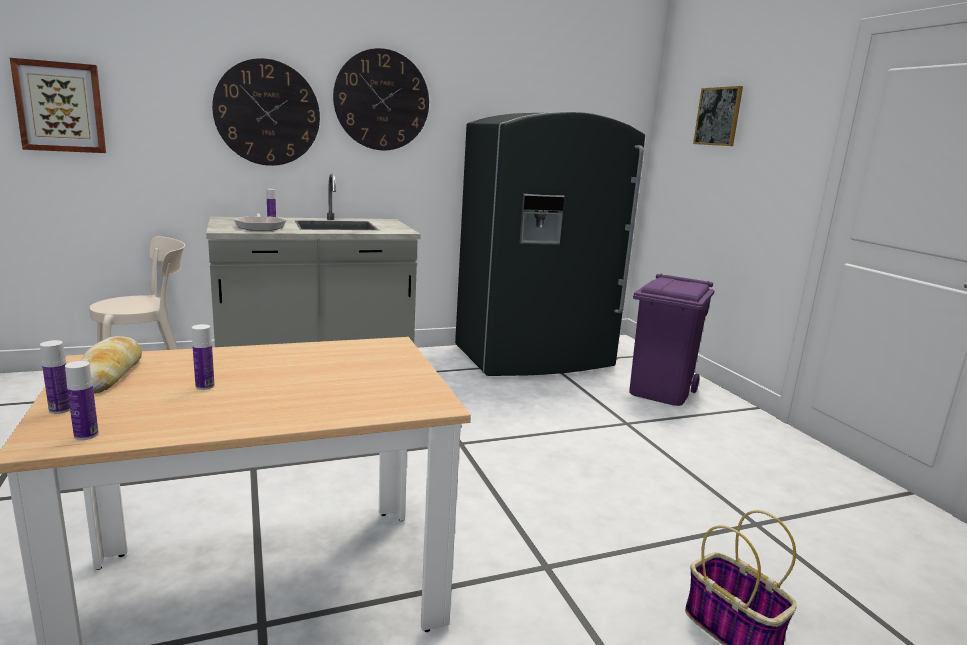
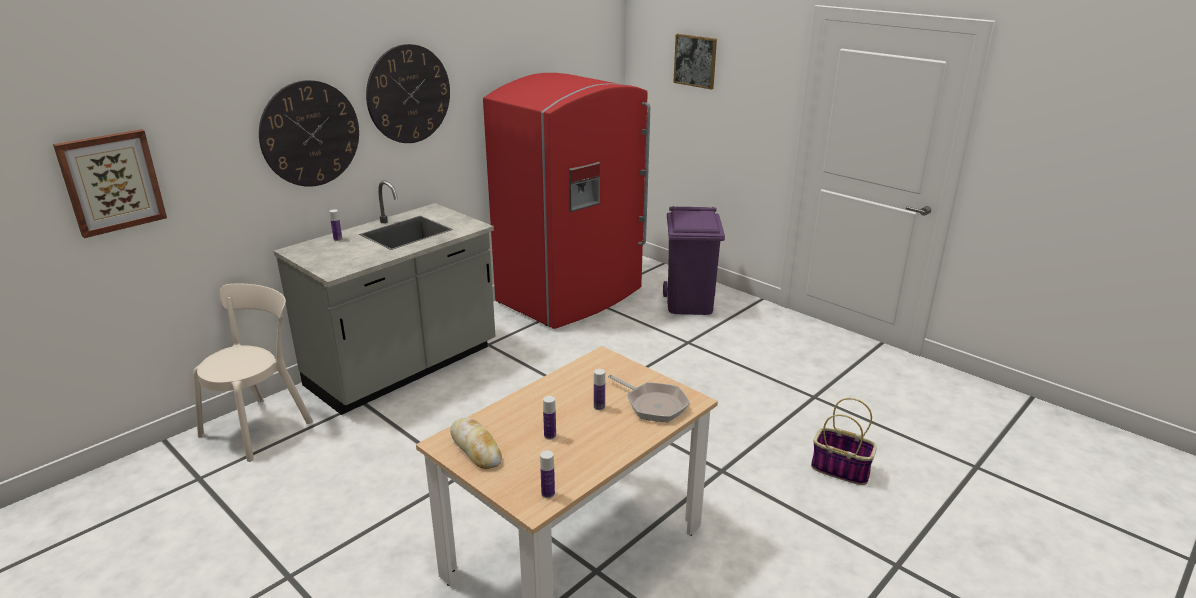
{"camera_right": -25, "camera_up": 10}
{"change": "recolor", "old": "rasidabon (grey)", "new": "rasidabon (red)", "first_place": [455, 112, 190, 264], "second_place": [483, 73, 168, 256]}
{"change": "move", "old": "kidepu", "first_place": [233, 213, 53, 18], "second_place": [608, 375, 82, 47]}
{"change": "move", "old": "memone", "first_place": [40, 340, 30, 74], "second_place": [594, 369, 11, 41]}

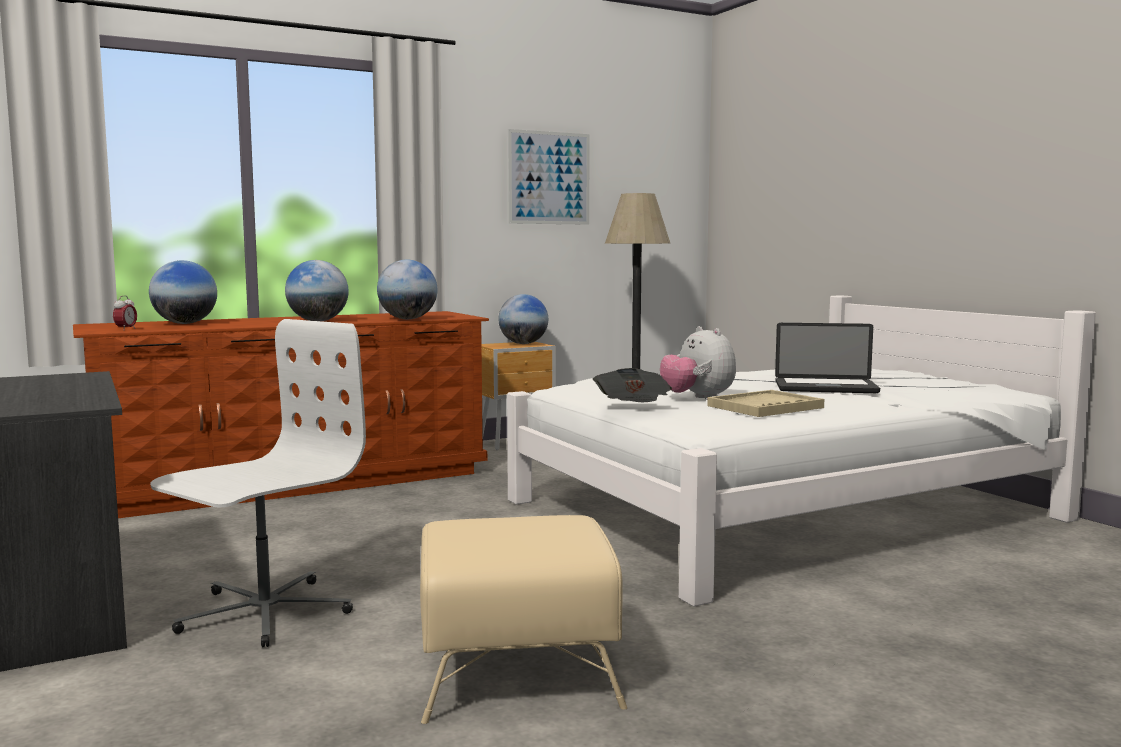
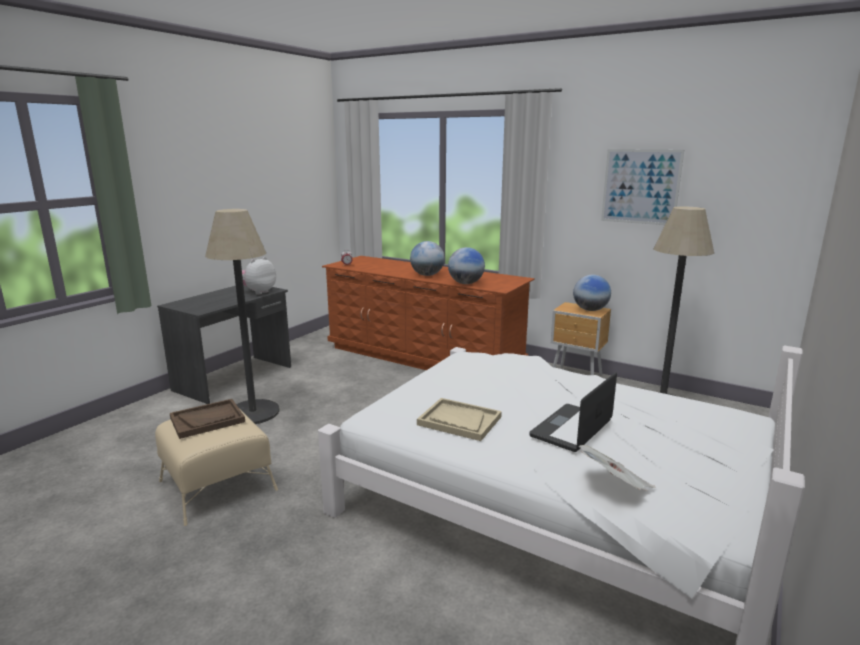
{"camera_right": 60, "camera_up": 10}
{"change": "delete", "old": "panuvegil", "first_place": [149, 260, 68, 64]}
{"change": "replace", "old": "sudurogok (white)", "new": "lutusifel", "first_place": [150, 319, 216, 328], "second_place": [205, 209, 75, 215]}
{"change": "rotate", "old": "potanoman", "first_place": [775, 323, 105, 70], "second_place": [529, 372, 88, 80], "degrees": 60}
{"change": "move", "old": "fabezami", "first_place": [660, 326, 76, 74], "second_place": [242, 257, 34, 38]}
{"change": "move", "old": "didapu", "first_place": [592, 368, 80, 34], "second_place": [579, 445, 77, 46]}
{"change": "insert", "new": "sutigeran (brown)", "second_place": [170, 399, 75, 40]}

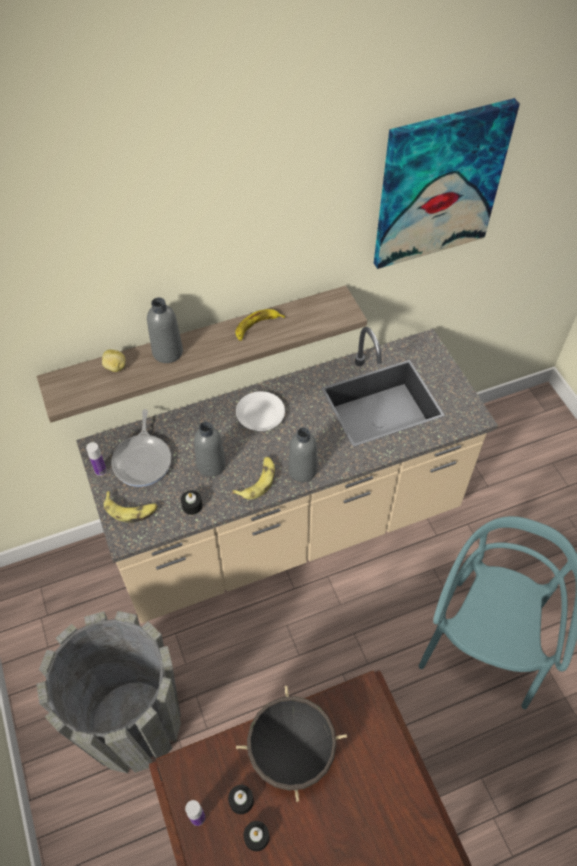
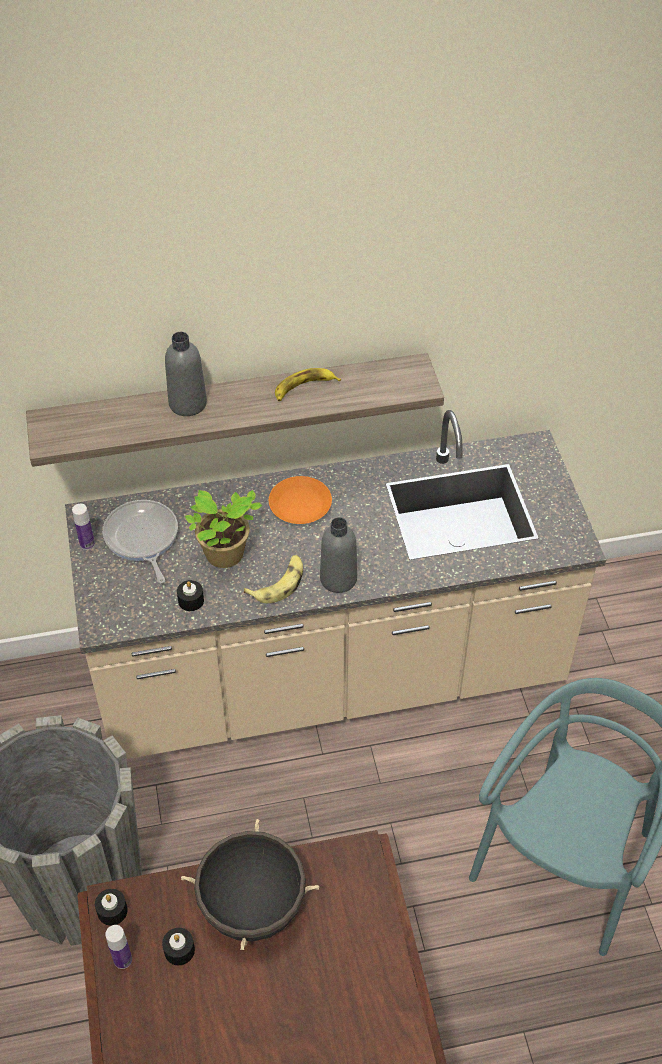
{"camera_right": 10, "camera_up": -5}
{"change": "delete", "old": "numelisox", "first_place": [374, 98, 146, 171]}
{"change": "delete", "old": "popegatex", "first_place": [102, 350, 23, 22]}
{"change": "recolor", "old": "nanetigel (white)", "new": "nanetigel (orange)", "first_place": [236, 391, 49, 40], "second_place": [269, 476, 63, 48]}
{"change": "rotate", "old": "kidepu", "first_place": [111, 409, 60, 78], "second_place": [103, 500, 75, 83], "degrees": 150}
{"change": "replace", "old": "memone (grey)", "new": "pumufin", "first_place": [194, 422, 32, 55], "second_place": [185, 490, 77, 78]}
{"change": "delete", "old": "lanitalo", "first_place": [104, 491, 53, 32]}
{"change": "move", "old": "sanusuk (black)", "first_place": [244, 821, 25, 30], "second_place": [95, 889, 33, 37]}

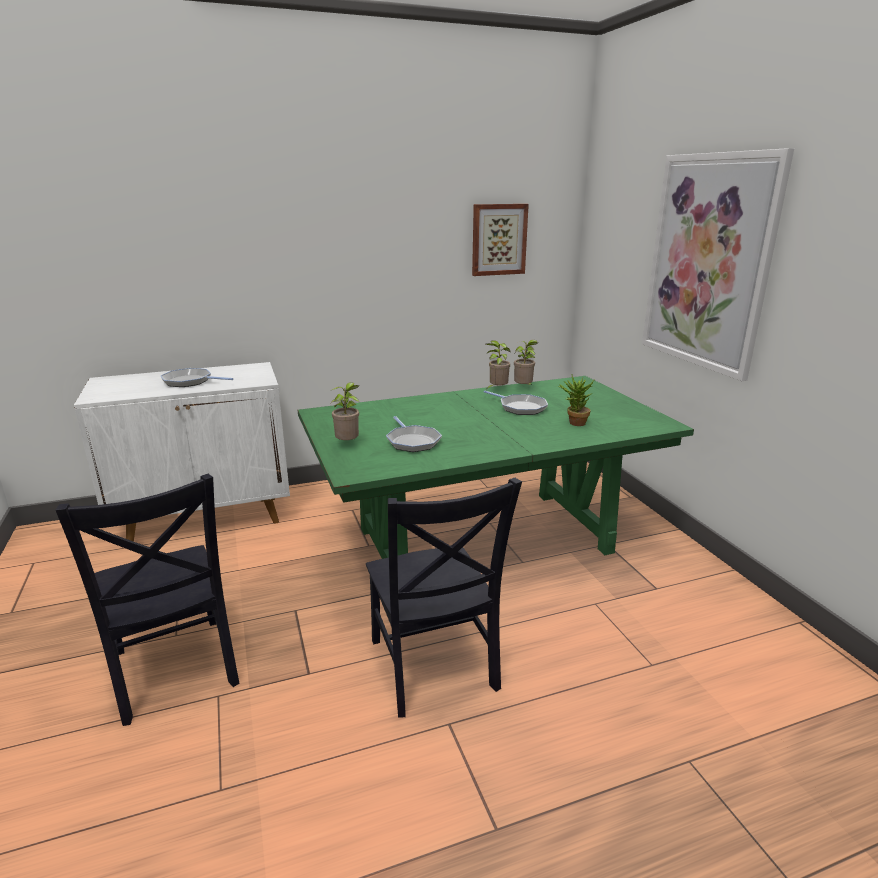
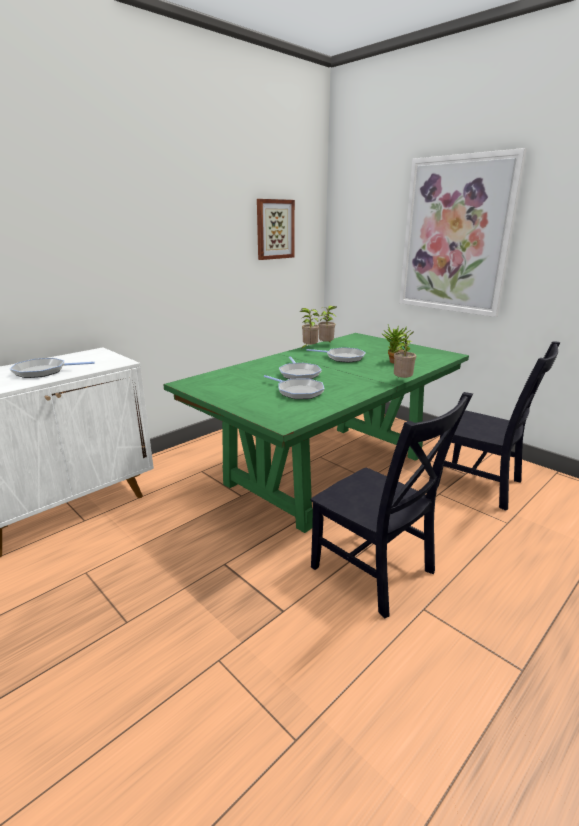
{"camera_right": -25, "camera_up": 0}
{"change": "move", "old": "pumufin", "first_place": [331, 382, 29, 58], "second_place": [394, 331, 22, 47]}
{"change": "move", "old": "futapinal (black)", "first_place": [56, 474, 183, 252], "second_place": [437, 341, 123, 170]}
{"change": "insert", "new": "kidepu", "second_place": [279, 357, 43, 22]}

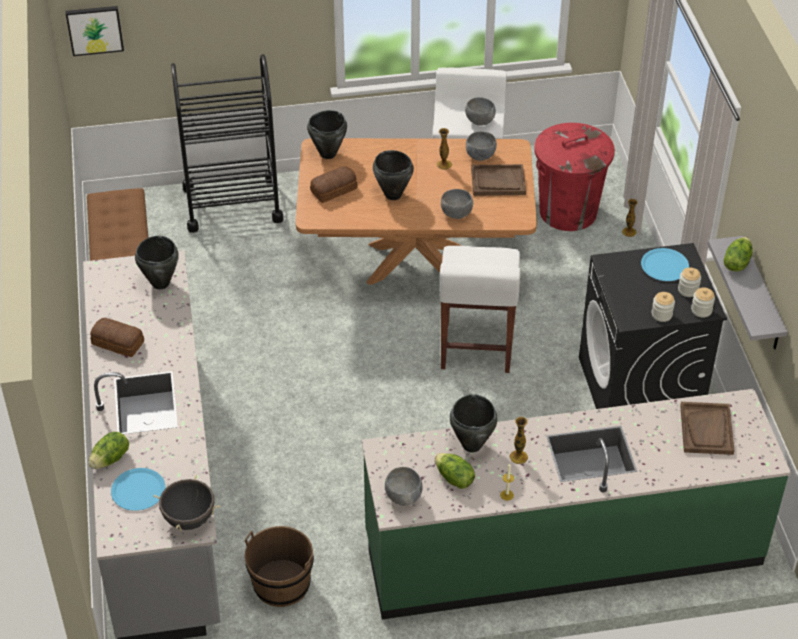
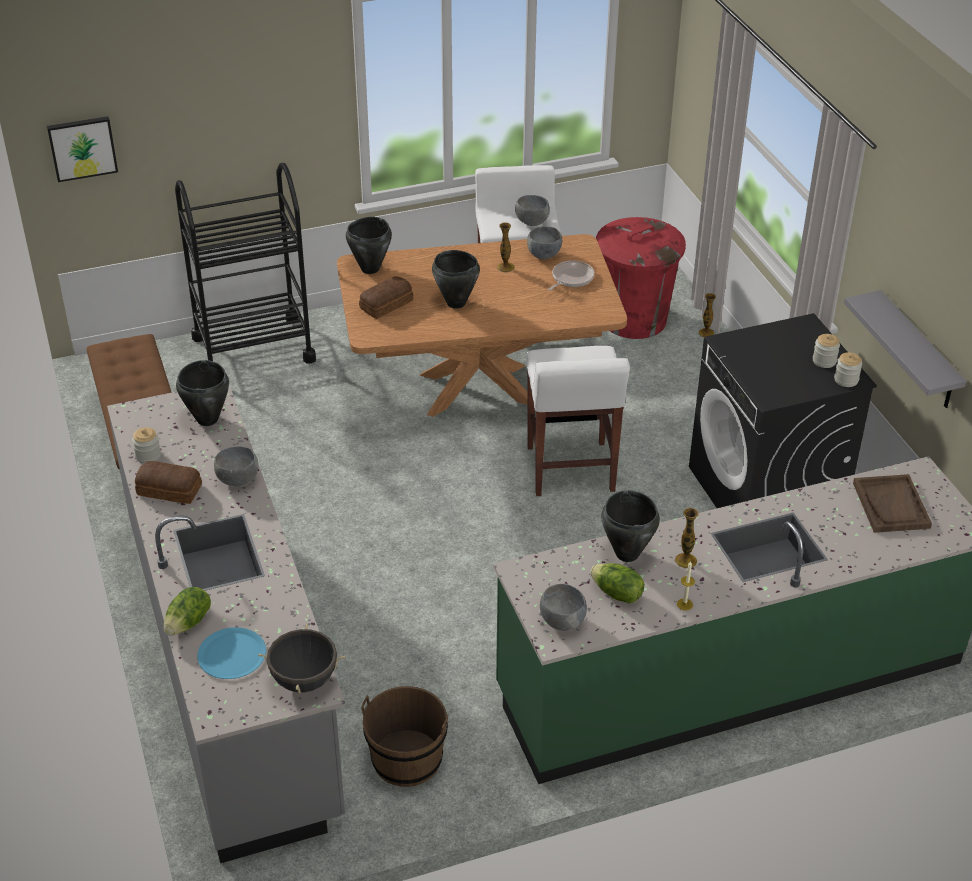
{"camera_right": -10, "camera_up": -5}
{"change": "replace", "old": "sutigeran (brown)", "new": "kidepu", "first_place": [471, 164, 55, 32], "second_place": [548, 260, 47, 31]}
{"change": "move", "old": "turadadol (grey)", "first_place": [441, 189, 32, 30], "second_place": [214, 446, 45, 40]}
{"change": "delete", "old": "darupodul", "first_place": [724, 237, 29, 35]}
{"change": "delete", "old": "nanetigel (blue)", "first_place": [641, 248, 48, 33]}
{"change": "move", "old": "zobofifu", "first_place": [651, 292, 24, 30], "second_place": [132, 427, 29, 37]}

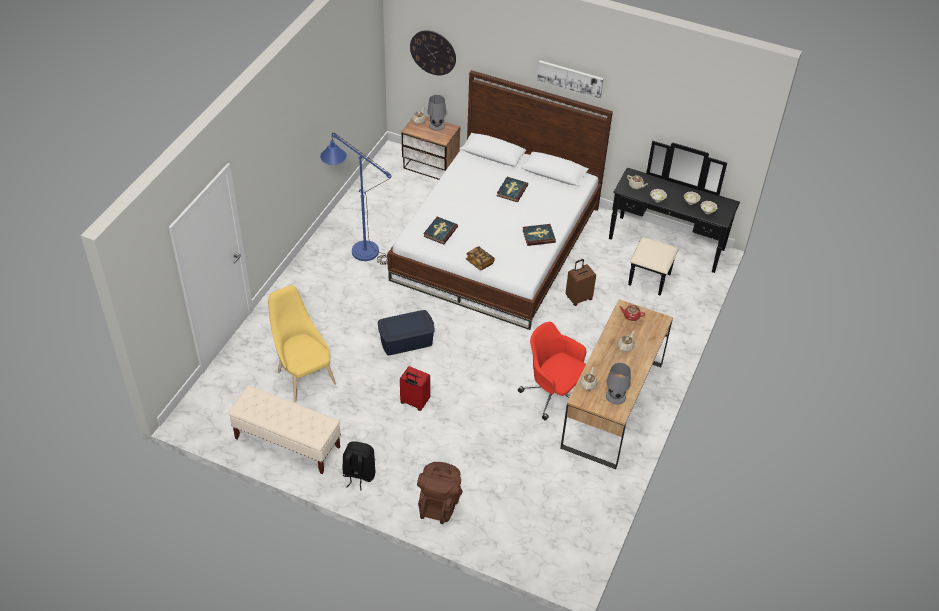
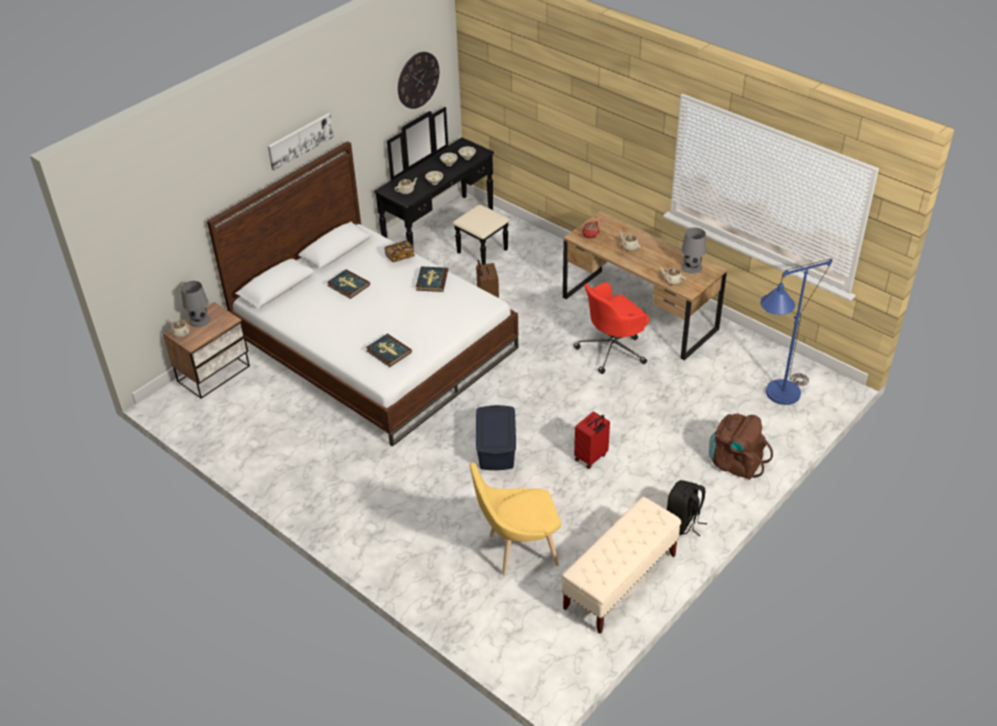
{"camera_right": -70, "camera_up": -5}
{"change": "move", "old": "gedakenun", "first_place": [410, 30, 46, 45], "second_place": [398, 52, 41, 57]}
{"change": "move", "old": "lutusifel (blue)", "first_place": [320, 133, 71, 132], "second_place": [760, 259, 72, 146]}
{"change": "move", "old": "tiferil", "first_place": [466, 246, 29, 24], "second_place": [384, 240, 31, 22]}

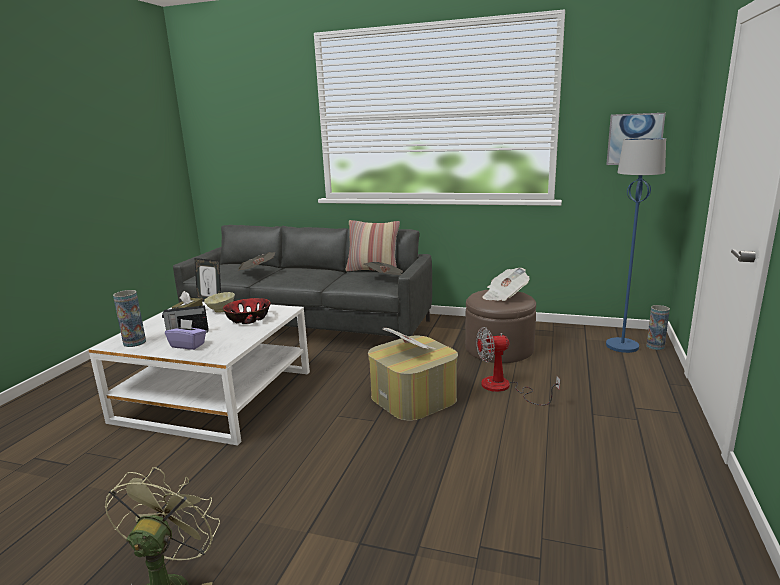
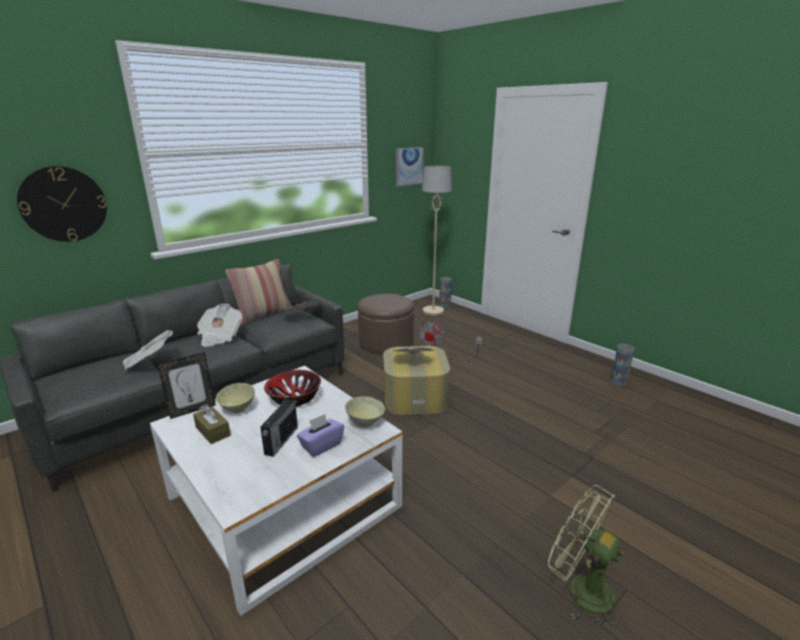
{"camera_right": -60, "camera_up": 5}
{"change": "recolor", "old": "lutusifel (blue)", "new": "lutusifel (beige)", "first_place": [606, 138, 60, 215], "second_place": [422, 166, 30, 149]}
{"change": "move", "old": "didapu", "first_place": [482, 268, 48, 33], "second_place": [197, 304, 46, 43]}
{"change": "move", "old": "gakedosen", "first_place": [113, 290, 33, 57], "second_place": [611, 344, 24, 42]}
{"change": "insert", "new": "gedakenun", "second_place": [17, 166, 90, 76]}
{"change": "insert", "new": "turadadol (beige)", "second_place": [345, 396, 40, 32]}

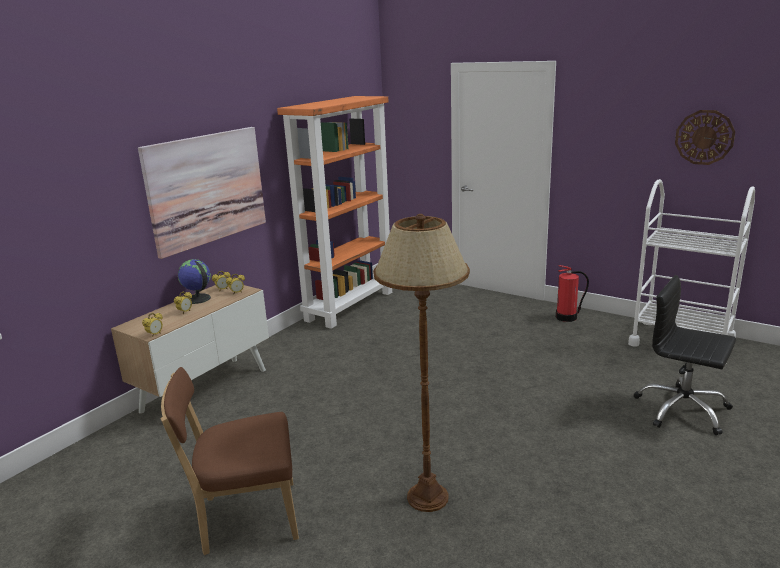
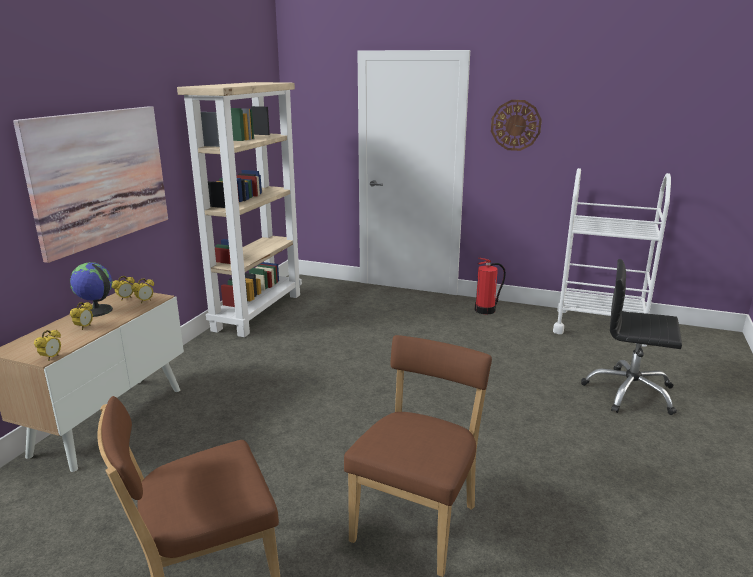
{"camera_right": -15, "camera_up": 0}
{"change": "recolor", "old": "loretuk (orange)", "new": "loretuk (beige)", "first_place": [277, 96, 115, 233], "second_place": [177, 82, 125, 255]}
{"change": "move", "old": "gedakenun", "first_place": [675, 110, 60, 55], "second_place": [491, 100, 51, 51]}
{"change": "replace", "old": "lutusifel (brown)", "new": "futapinal (brown)", "first_place": [373, 214, 97, 298], "second_place": [344, 335, 148, 242]}

